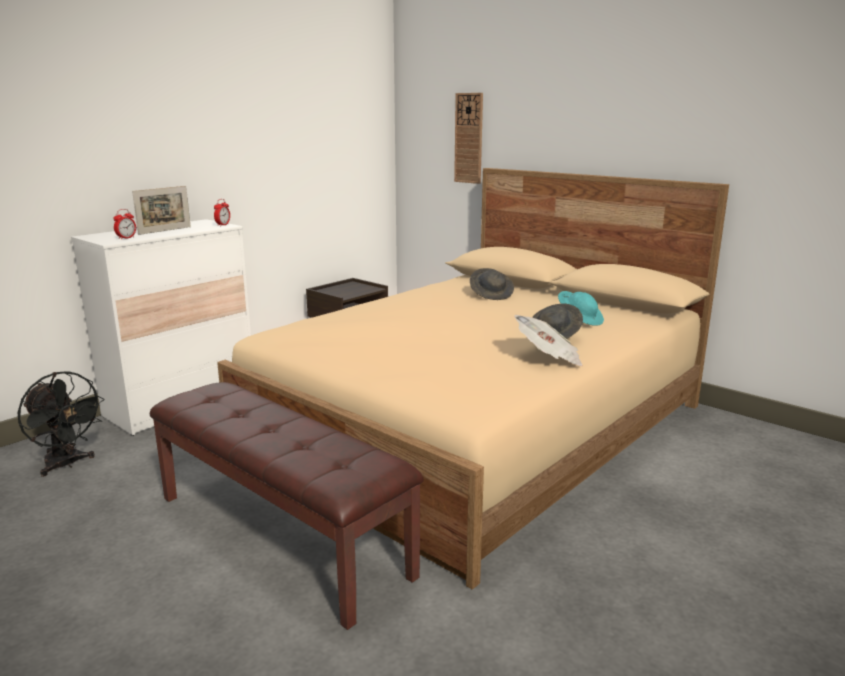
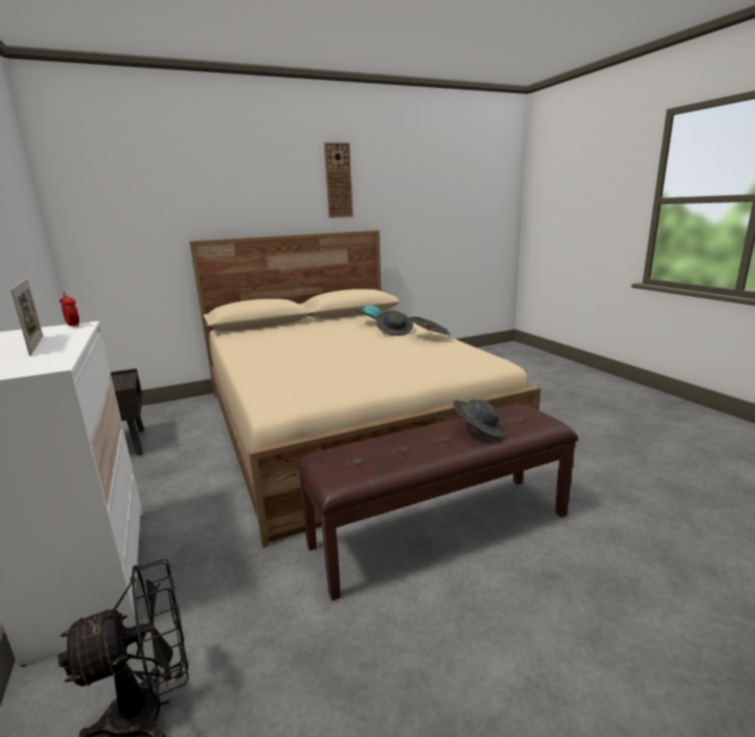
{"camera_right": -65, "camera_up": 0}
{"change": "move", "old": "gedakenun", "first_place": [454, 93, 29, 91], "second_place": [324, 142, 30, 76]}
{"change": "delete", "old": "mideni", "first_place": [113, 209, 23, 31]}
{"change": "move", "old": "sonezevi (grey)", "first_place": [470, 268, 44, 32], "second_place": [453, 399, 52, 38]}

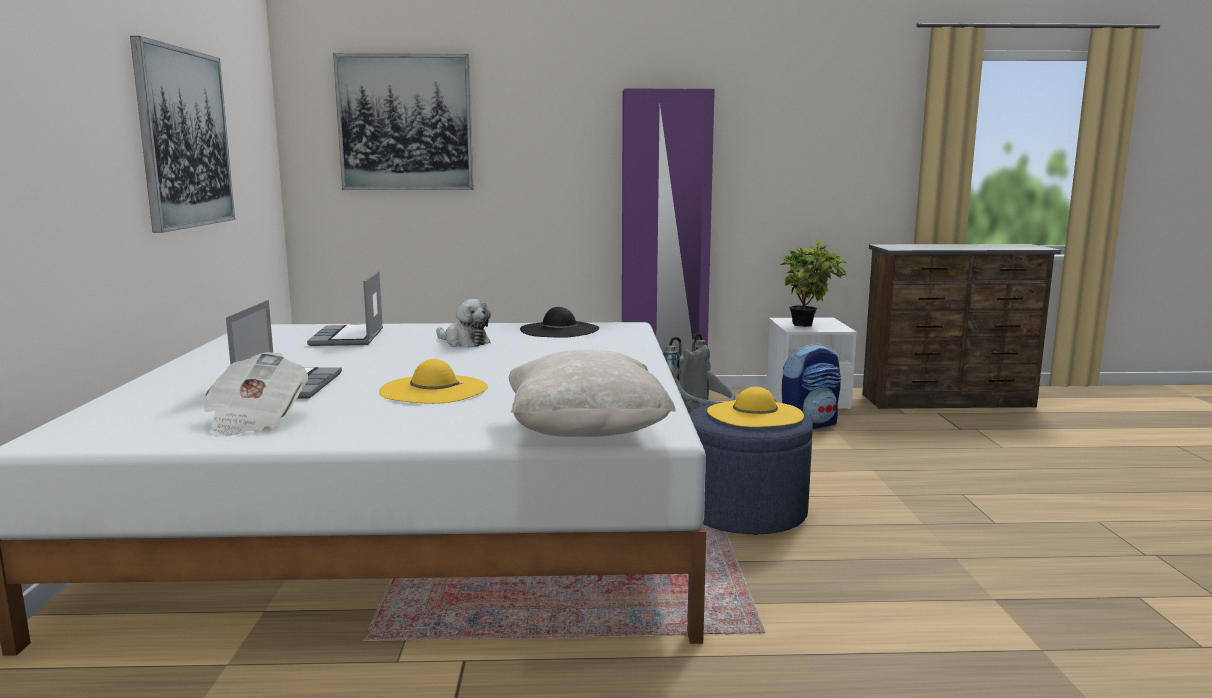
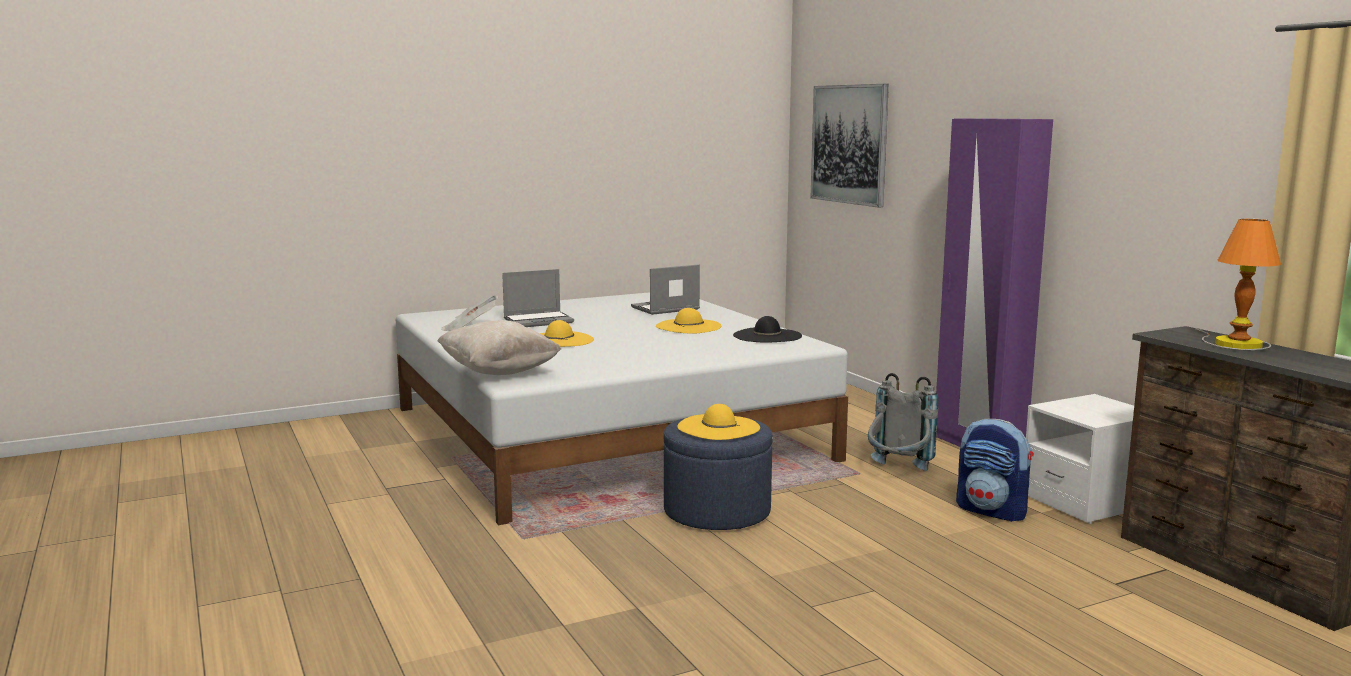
{"camera_right": 65, "camera_up": 0}
{"change": "delete", "old": "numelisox", "first_place": [130, 36, 105, 197]}
{"change": "delete", "old": "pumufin", "first_place": [780, 240, 67, 87]}
{"change": "replace", "old": "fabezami", "new": "sonezevi (yellow)", "first_place": [436, 299, 55, 48], "second_place": [656, 308, 65, 26]}
{"change": "insert", "new": "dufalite", "second_place": [1195, 218, 86, 132]}

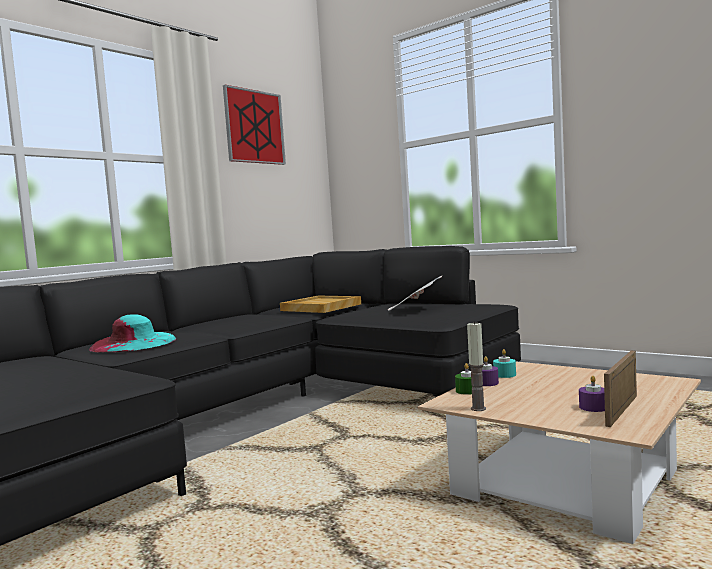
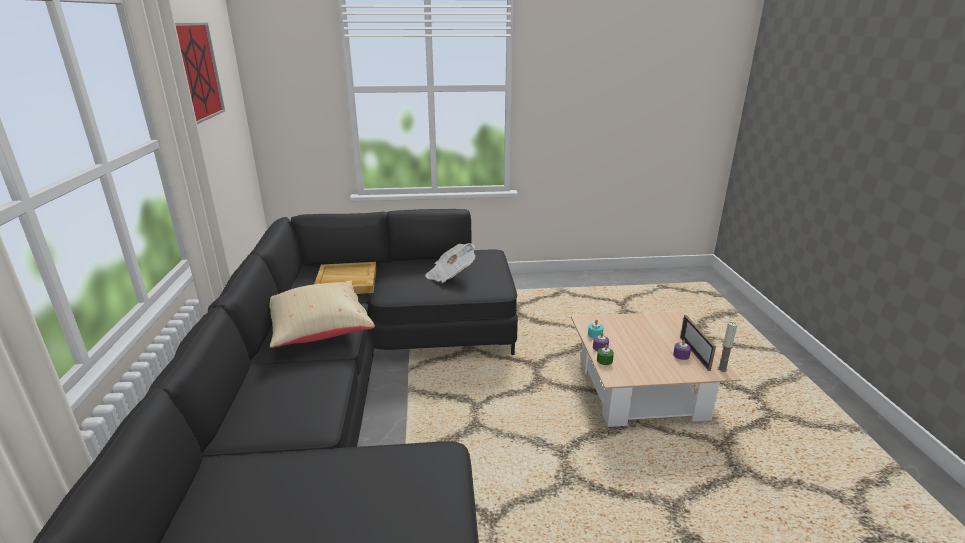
{"camera_right": -45, "camera_up": 20}
{"change": "delete", "old": "sonezevi (turquoise)", "first_place": [89, 314, 87, 39]}
{"change": "move", "old": "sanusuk", "first_place": [467, 321, 19, 90], "second_place": [718, 322, 19, 50]}
{"change": "insert", "new": "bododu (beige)", "second_place": [269, 280, 106, 68]}

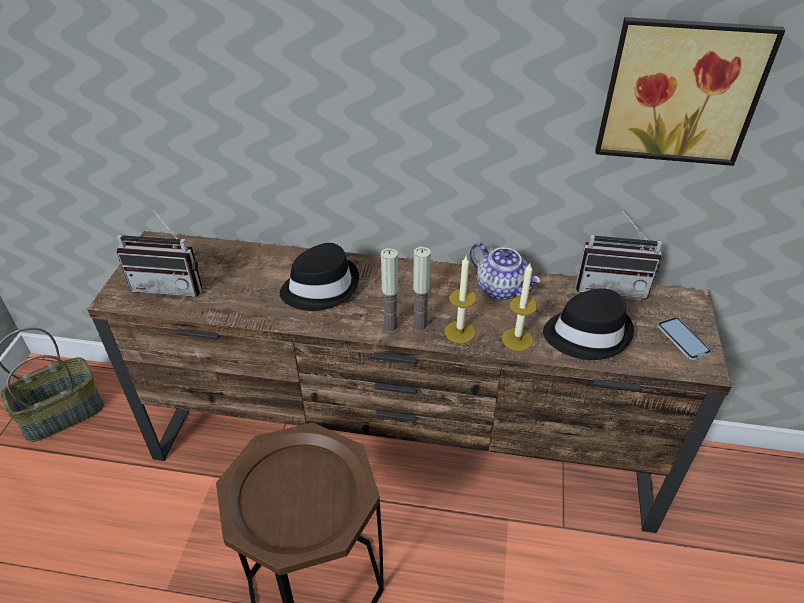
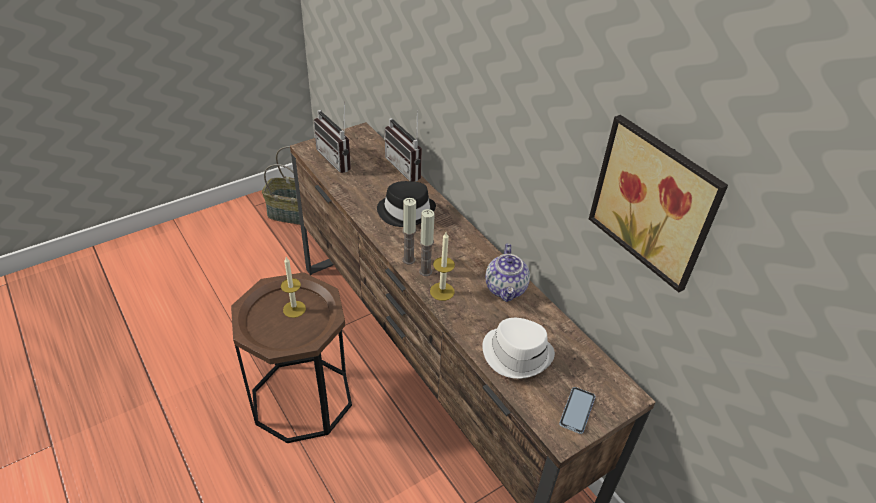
{"camera_right": 45, "camera_up": 0}
{"change": "move", "old": "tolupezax", "first_place": [575, 206, 87, 92], "second_place": [385, 110, 37, 72]}
{"change": "move", "old": "sanusuk", "first_place": [502, 263, 35, 88], "second_place": [281, 257, 25, 61]}
{"change": "recolor", "old": "sonezevi (black)", "new": "sonezevi (white)", "first_place": [543, 288, 91, 72], "second_place": [482, 318, 73, 61]}

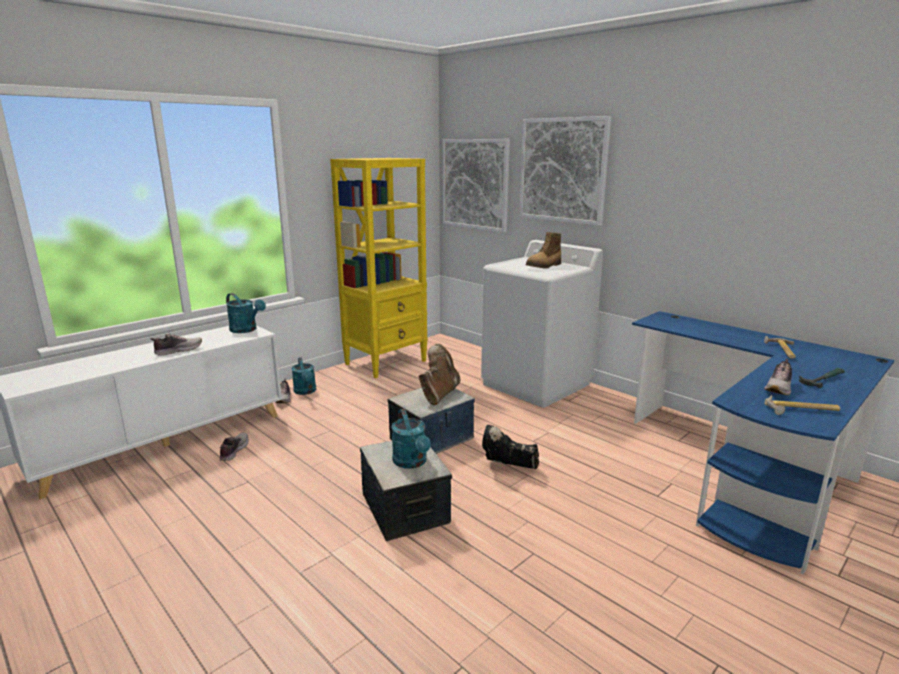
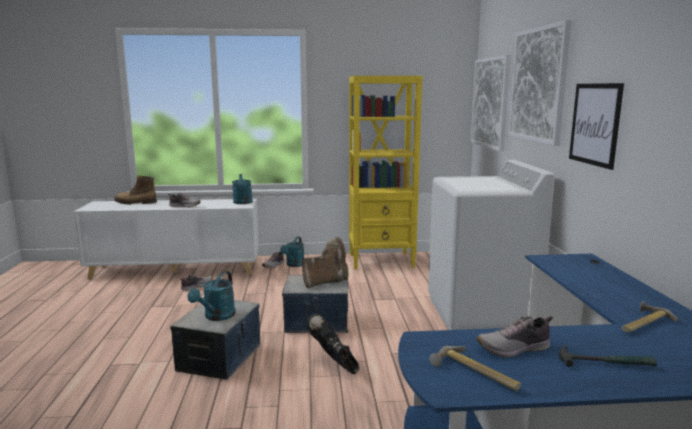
{"camera_right": 40, "camera_up": -5}
{"change": "move", "old": "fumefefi", "first_place": [526, 232, 35, 36], "second_place": [114, 176, 43, 29]}
{"change": "insert", "new": "numelisox", "second_place": [569, 83, 55, 87]}

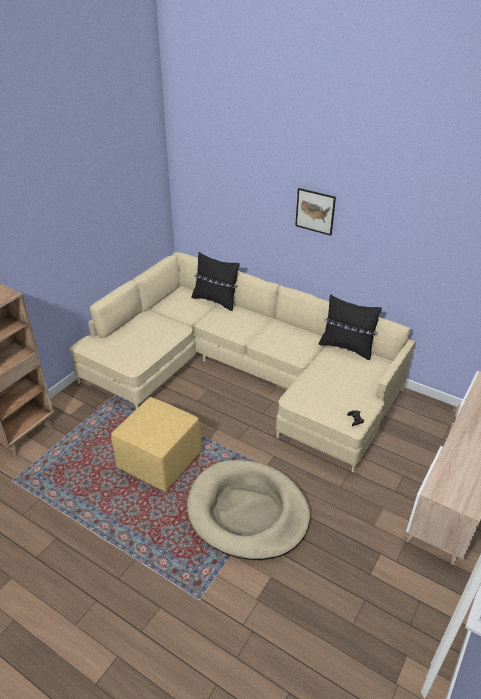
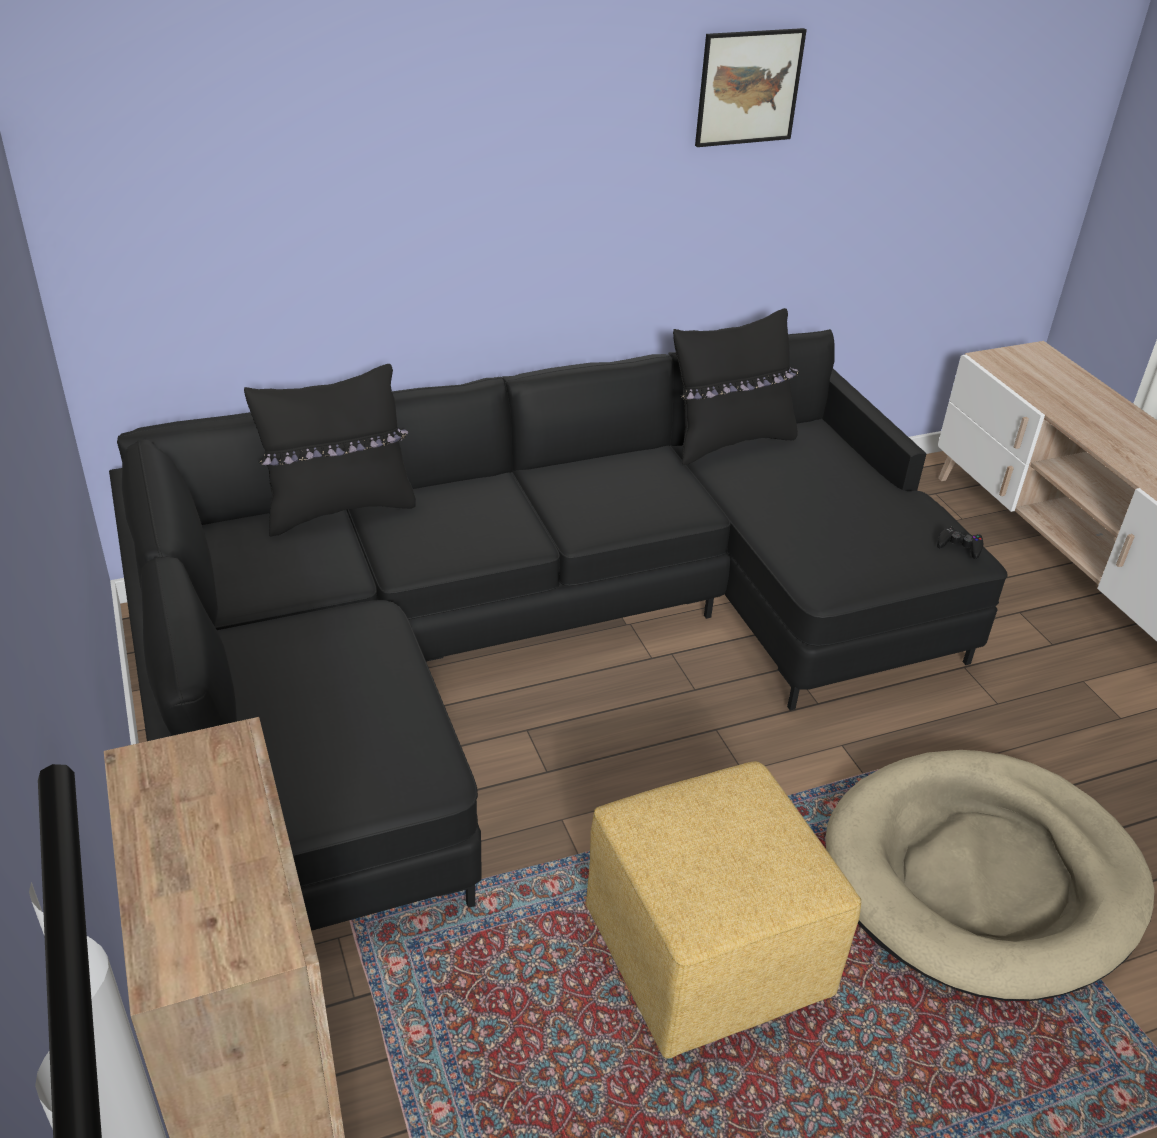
{"camera_right": -55, "camera_up": 0}
{"change": "move", "old": "numelisox", "first_place": [295, 188, 41, 48], "second_place": [695, 28, 112, 119]}
{"change": "recolor", "old": "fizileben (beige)", "new": "fizileben (black)", "first_place": [70, 252, 346, 220], "second_place": [109, 329, 899, 602]}

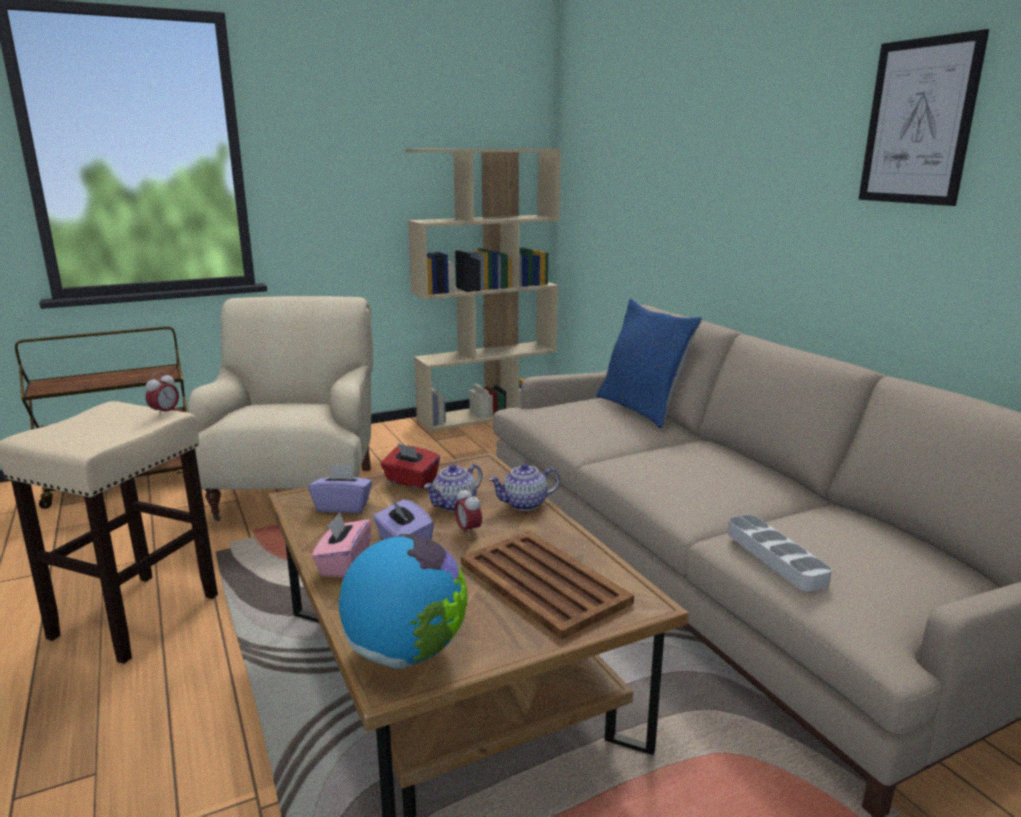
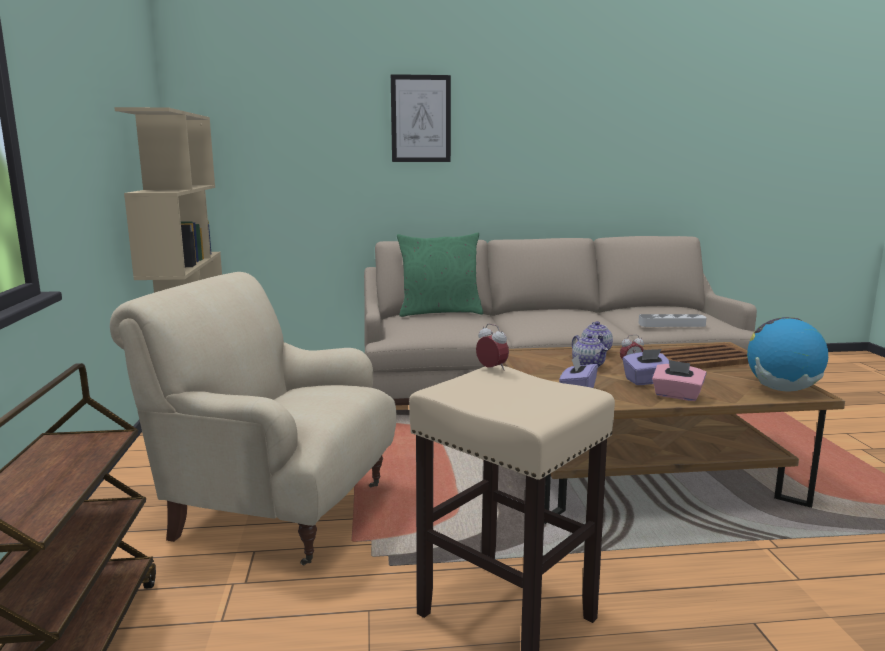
{"camera_right": -70, "camera_up": -5}
{"change": "move", "old": "numelisox", "first_place": [859, 29, 130, 177], "second_place": [391, 74, 60, 88]}
{"change": "recolor", "old": "bododu (blue)", "new": "bododu (green)", "first_place": [596, 298, 106, 130], "second_place": [397, 233, 86, 84]}
{"change": "delete", "old": "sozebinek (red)", "first_place": [380, 443, 60, 46]}

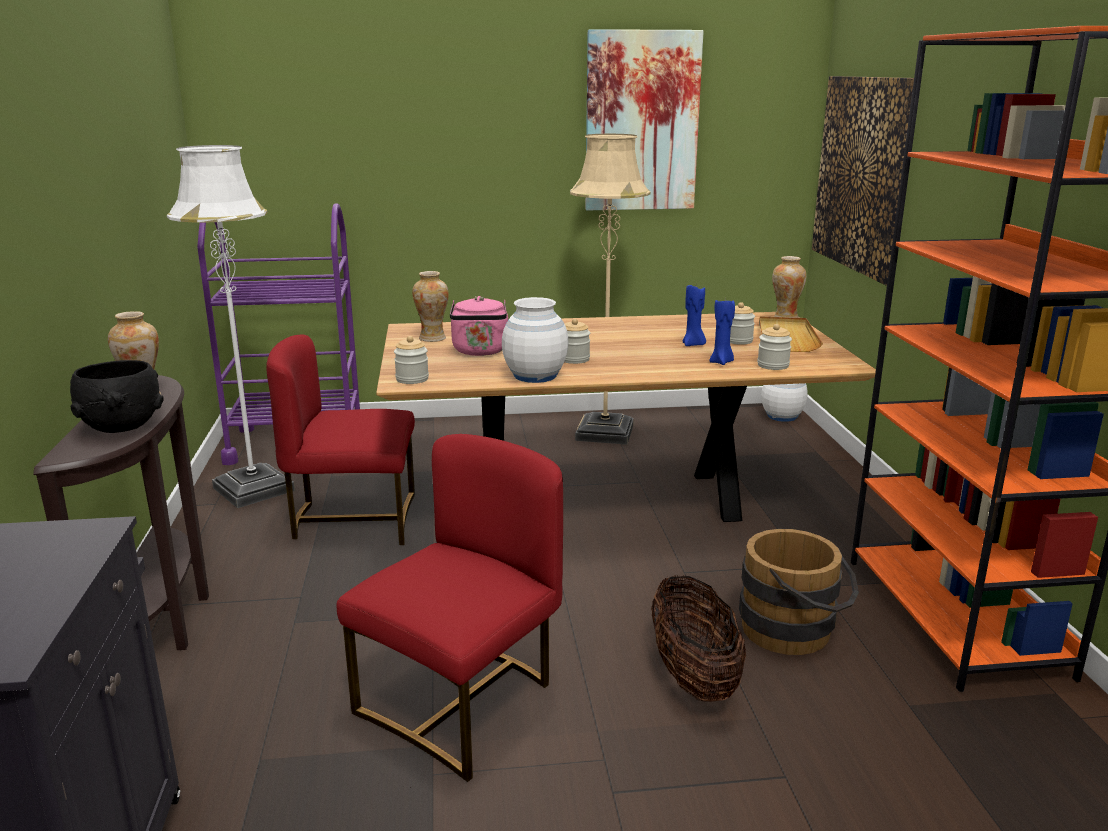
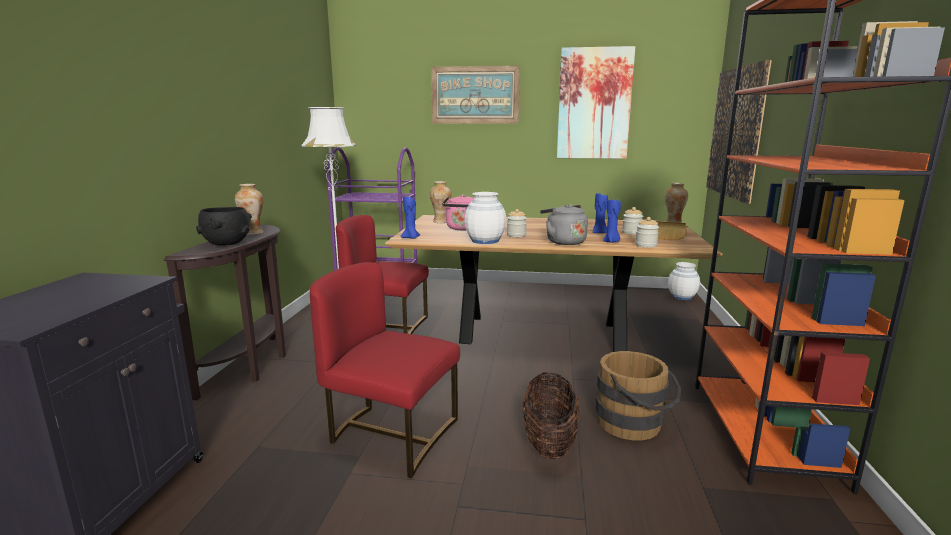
{"camera_right": 15, "camera_up": -5}
{"change": "delete", "old": "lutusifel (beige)", "first_place": [570, 134, 81, 311]}
{"change": "replace", "old": "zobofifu", "new": "sanusuk (blue)", "first_place": [394, 336, 35, 48], "second_place": [401, 195, 19, 44]}
{"change": "rotate", "old": "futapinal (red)", "first_place": [337, 434, 226, 348], "second_place": [310, 262, 150, 216], "degrees": -120}
{"change": "insert", "new": "numelisox", "second_place": [431, 66, 89, 58]}
{"change": "insert", "new": "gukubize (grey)", "second_place": [540, 204, 48, 41]}

